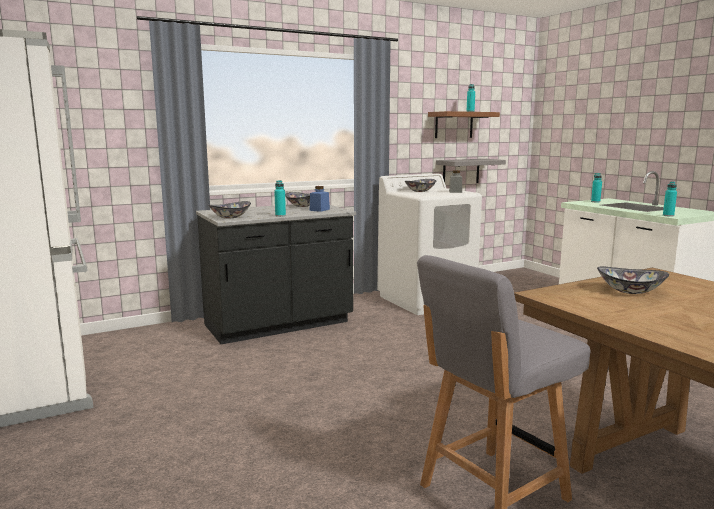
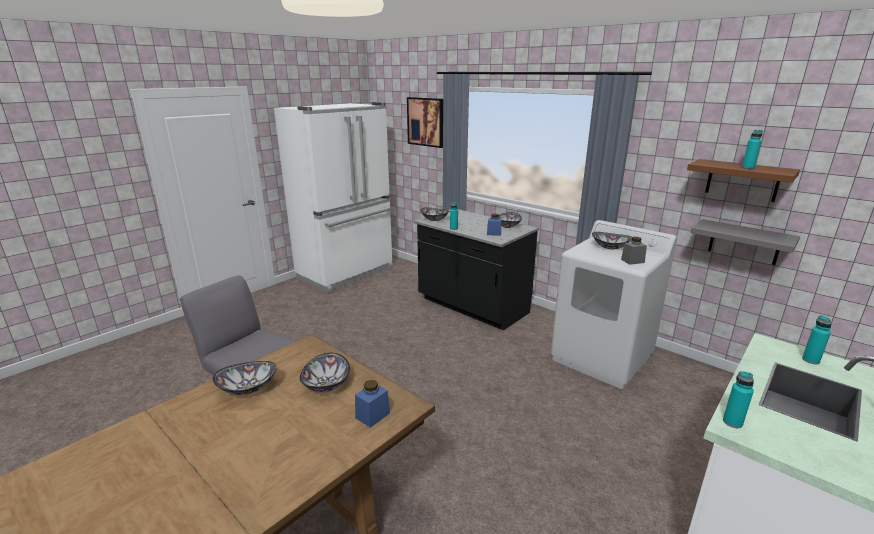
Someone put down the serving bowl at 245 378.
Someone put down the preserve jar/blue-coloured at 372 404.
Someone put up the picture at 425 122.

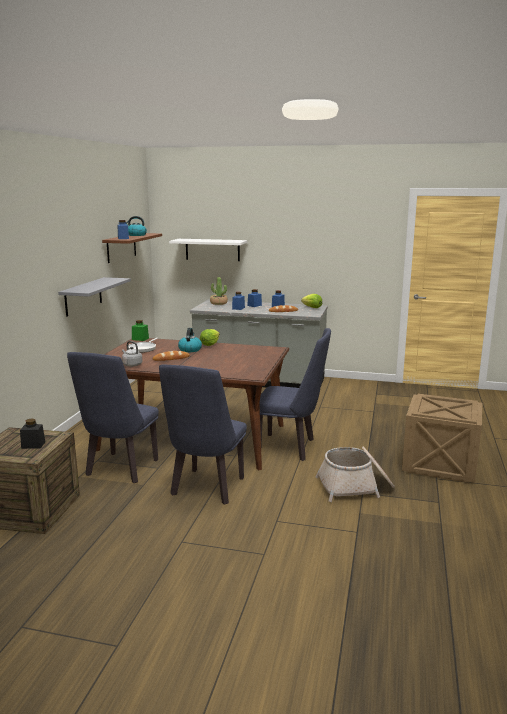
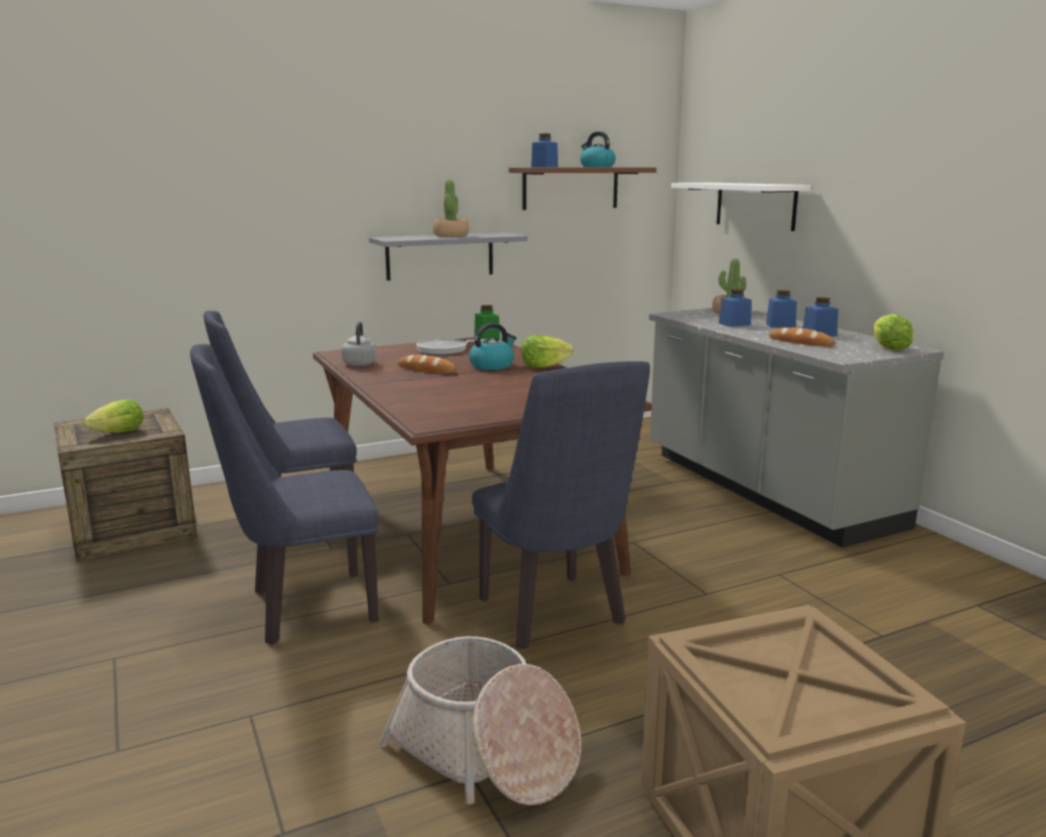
Someone put down the potted plant at 451 208.
Someone swapped the preserve jar/black-coloured at 32 434 for the lettuce head at 113 415.

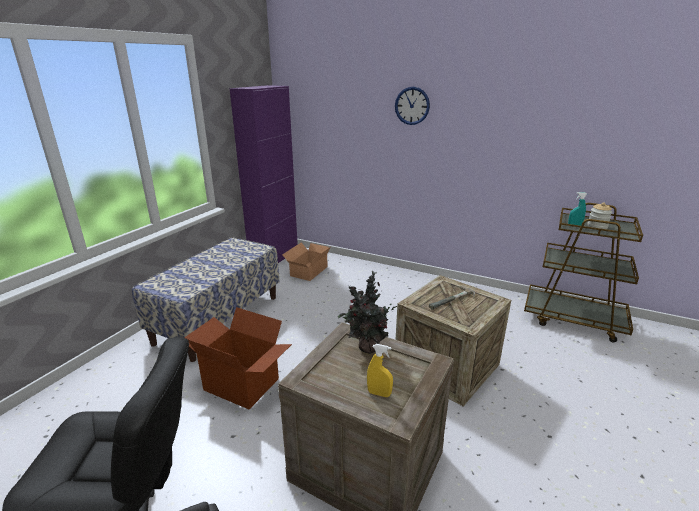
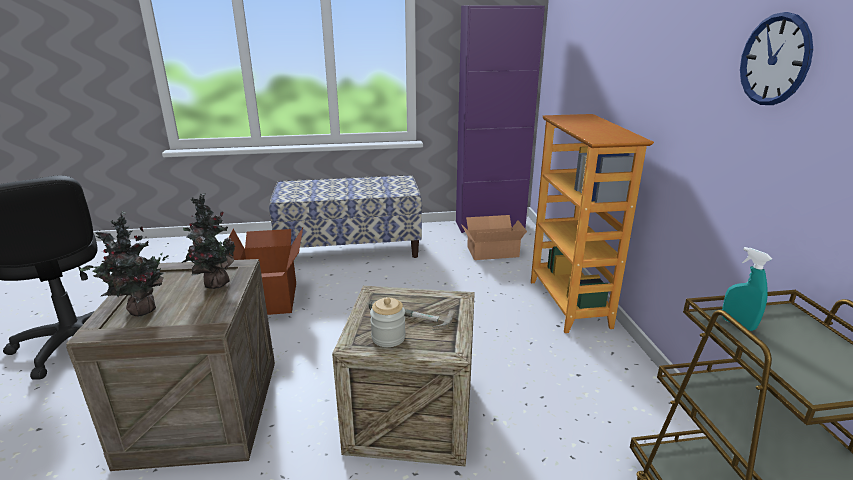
Someone put down the bookcase at 592 223.
Someone carried the wall clock from 412 106 to 776 58.
Someone carried the preserve jar from 600 215 to 388 322.
Someone swapped the hand sprayer/yellow at 380 370 for the potted plant at 124 264.

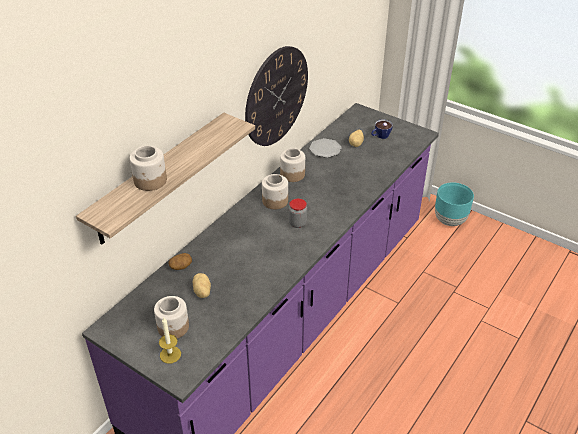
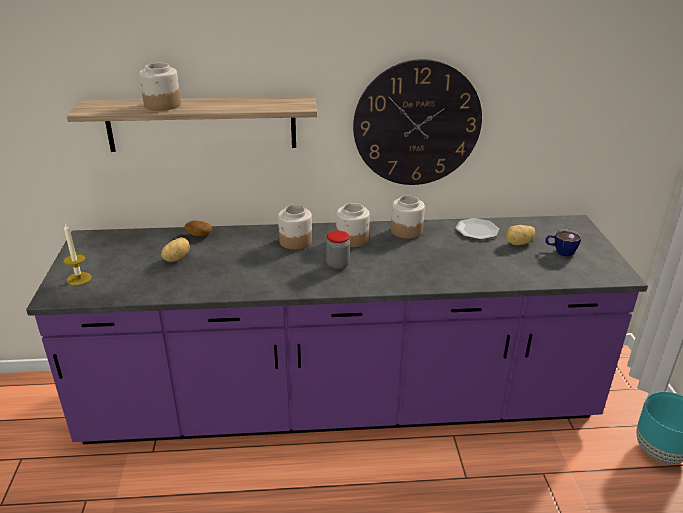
Someone carried the preserve jar from 171 317 to 295 227.

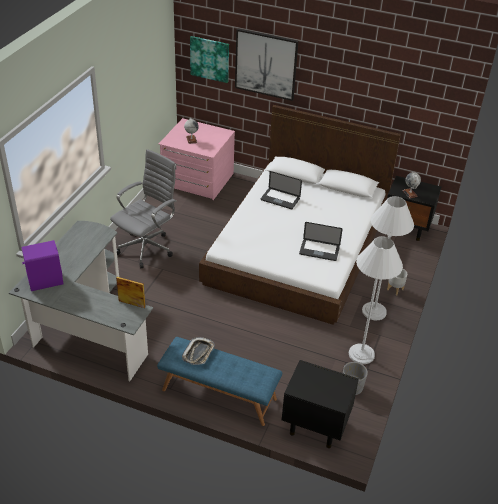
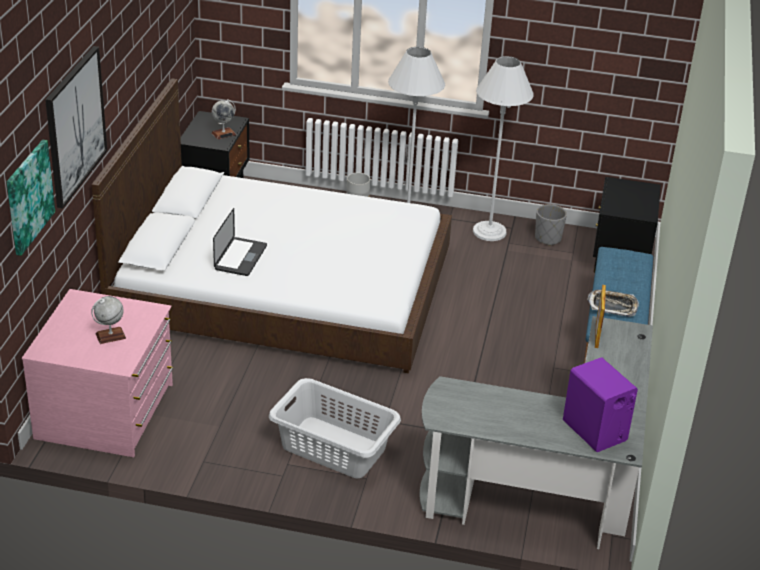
Someone took away the notebook computer at 321 241.
Someone swapped the computer chair/grey at 143 208 for the washing basket/grey at 335 428.

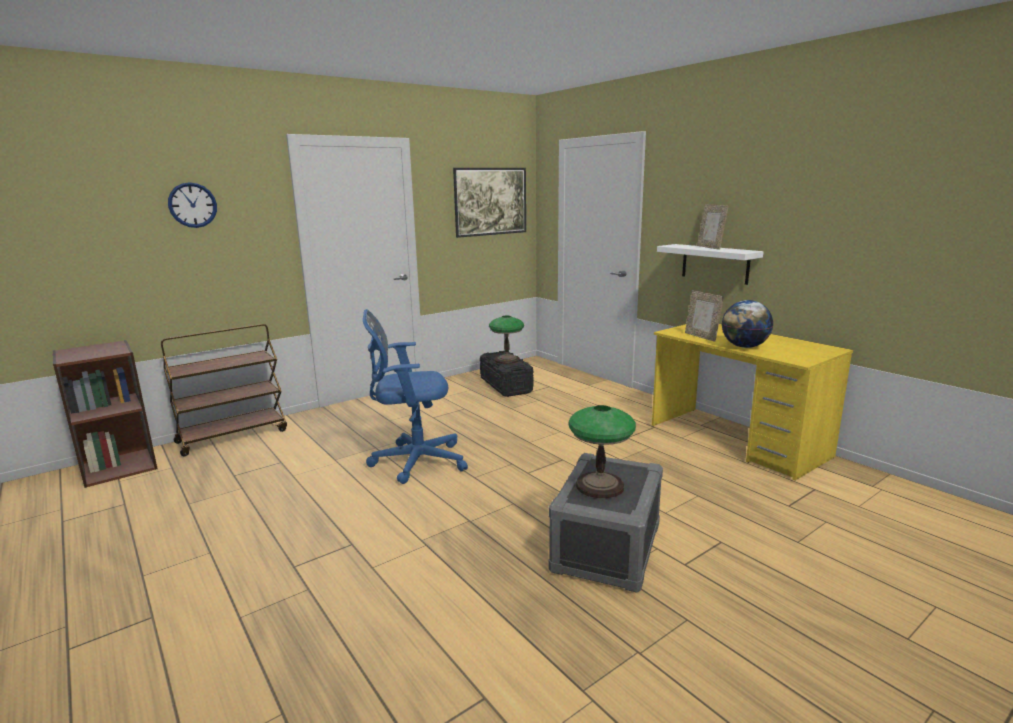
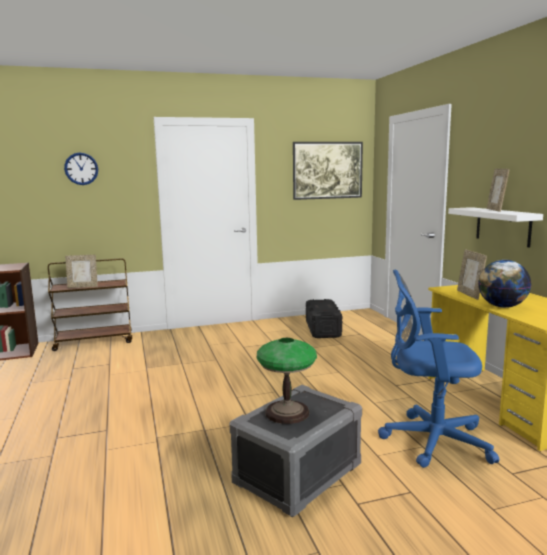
Someone took away the tabletop lamp at 506 339.
Someone put down the standing frame at 81 271.
Someone carried the computer chair/blue-coloured from 415 396 to 438 368.

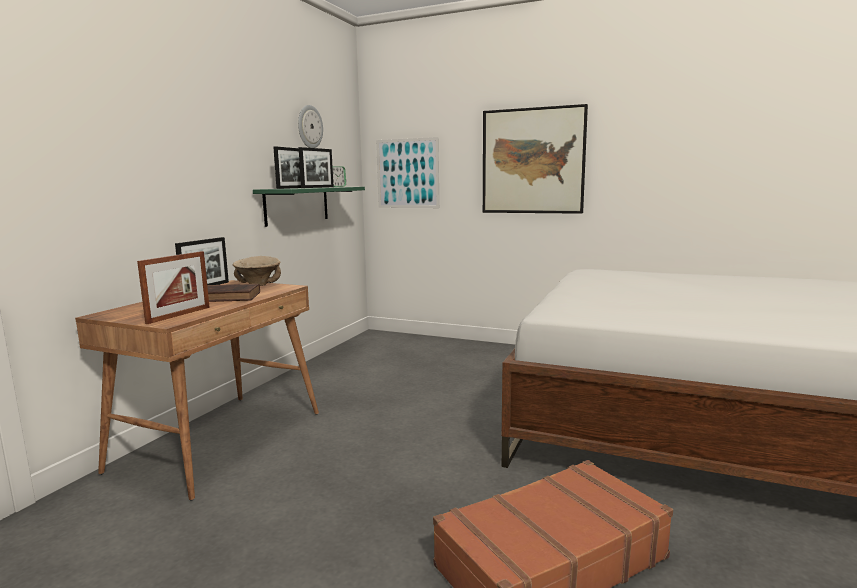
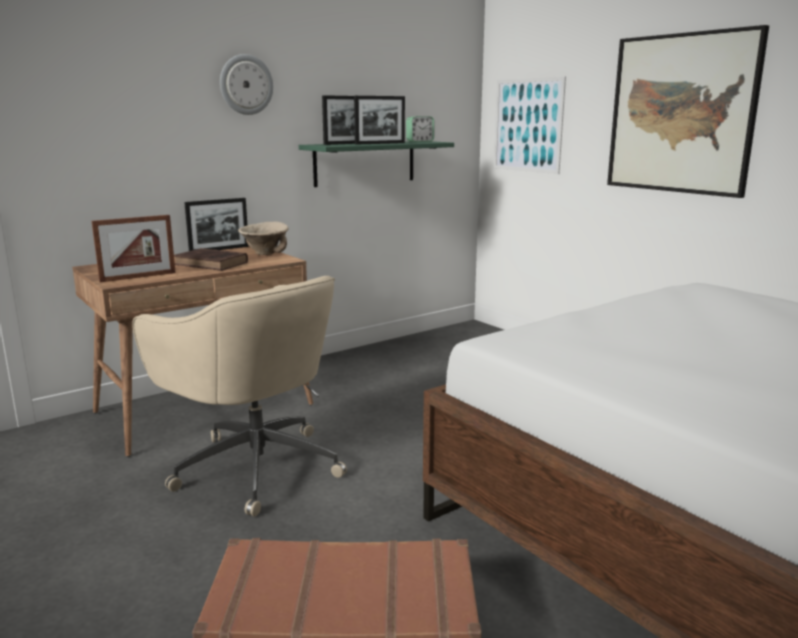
Someone put down the computer chair/beige at 239 396.
Someone carried the wall clock from 310 126 to 246 84.

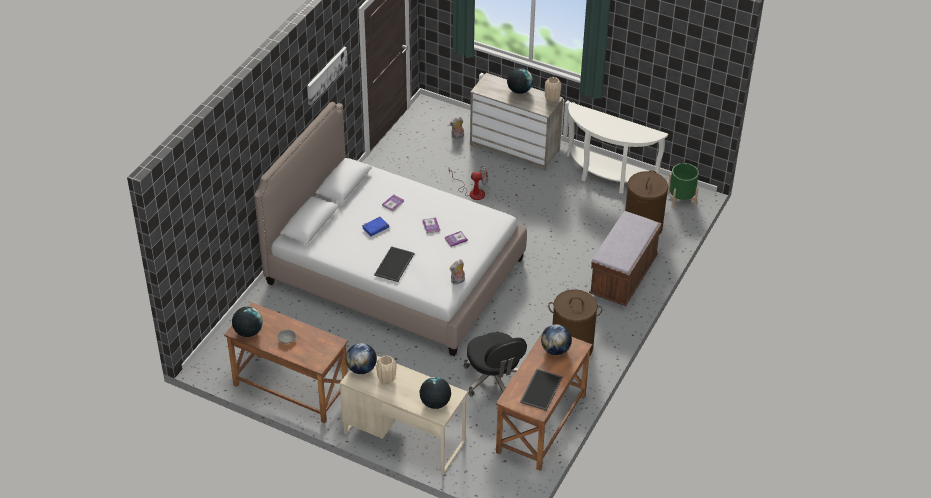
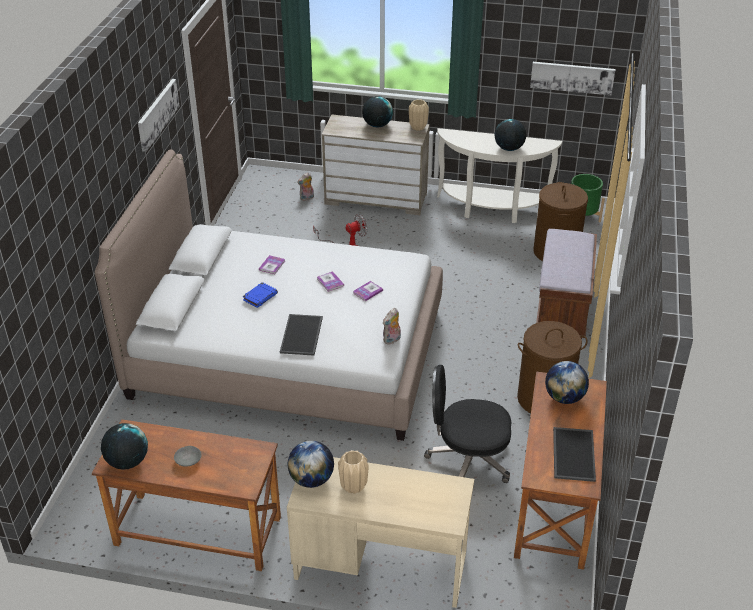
Someone put up the picture at 572 78.
Someone carried the world globe from 435 393 to 510 135.
Someone rotated the computer chair/black-coloured at 495 364 by 135 degrees clockwise.

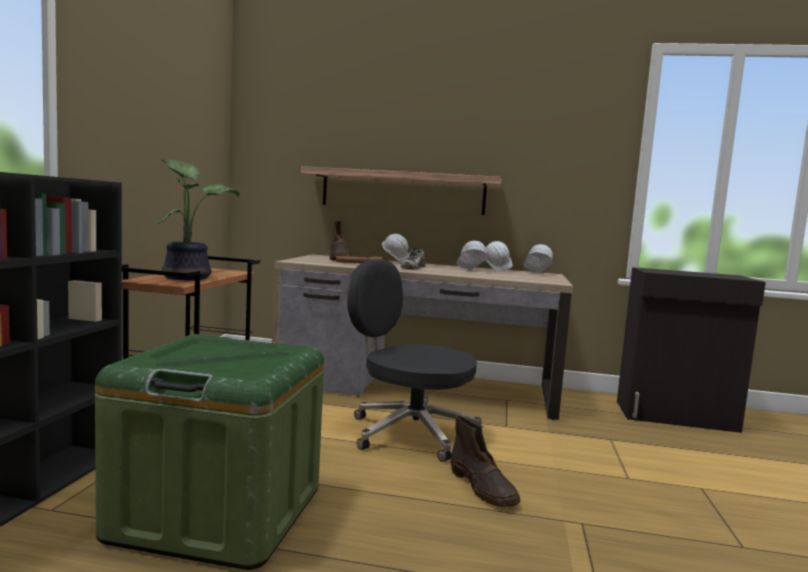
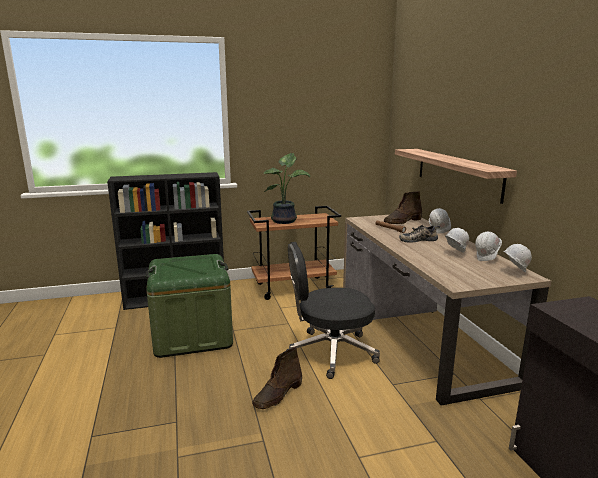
Someone rotated the computer chair/black-coloured at 414 361 by 105 degrees counterclockwise.

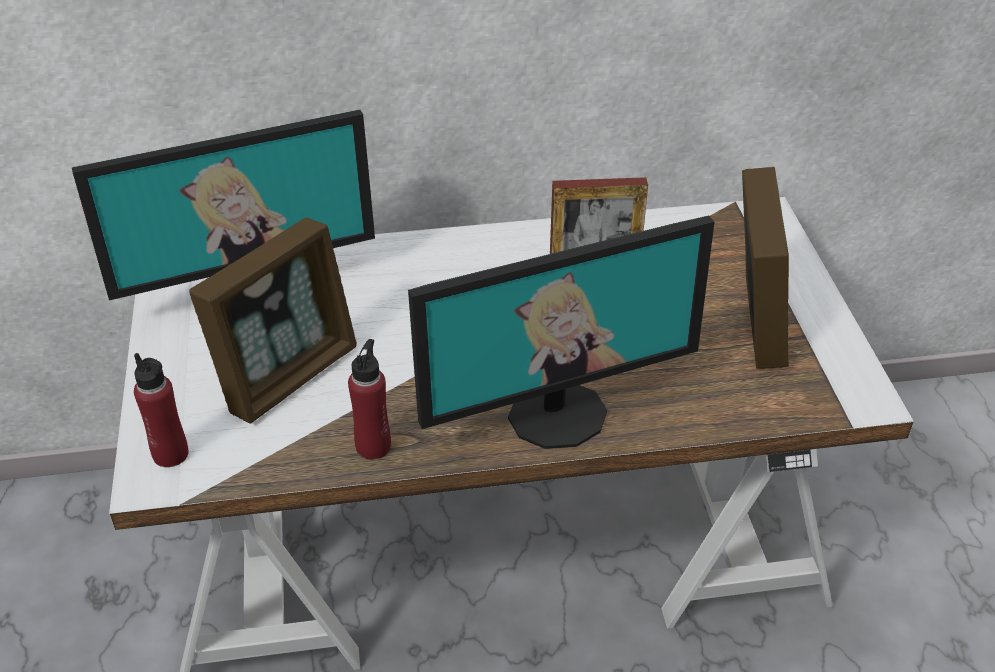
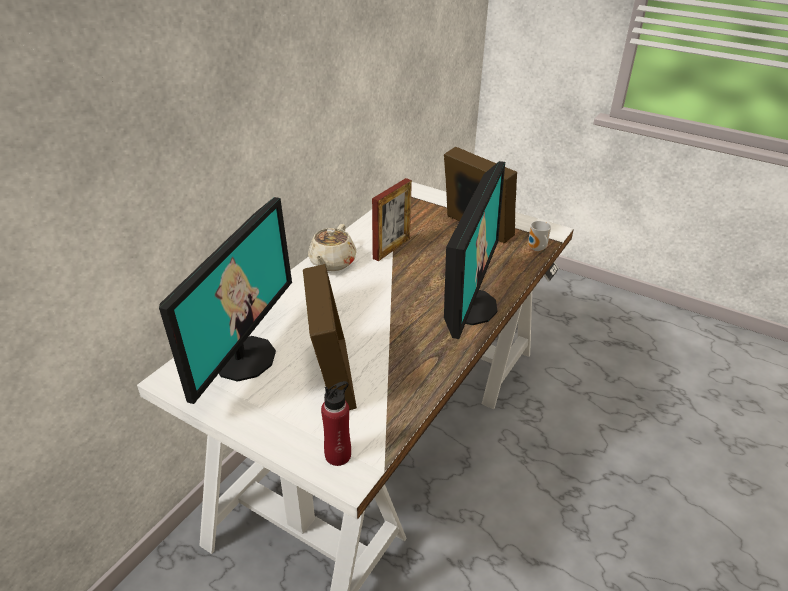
Someone took away the drink bottle/red-coloured at 369 399.
Someone put down the pot for tea/beige at 332 247.
Someone put down the tea mug at 539 236.

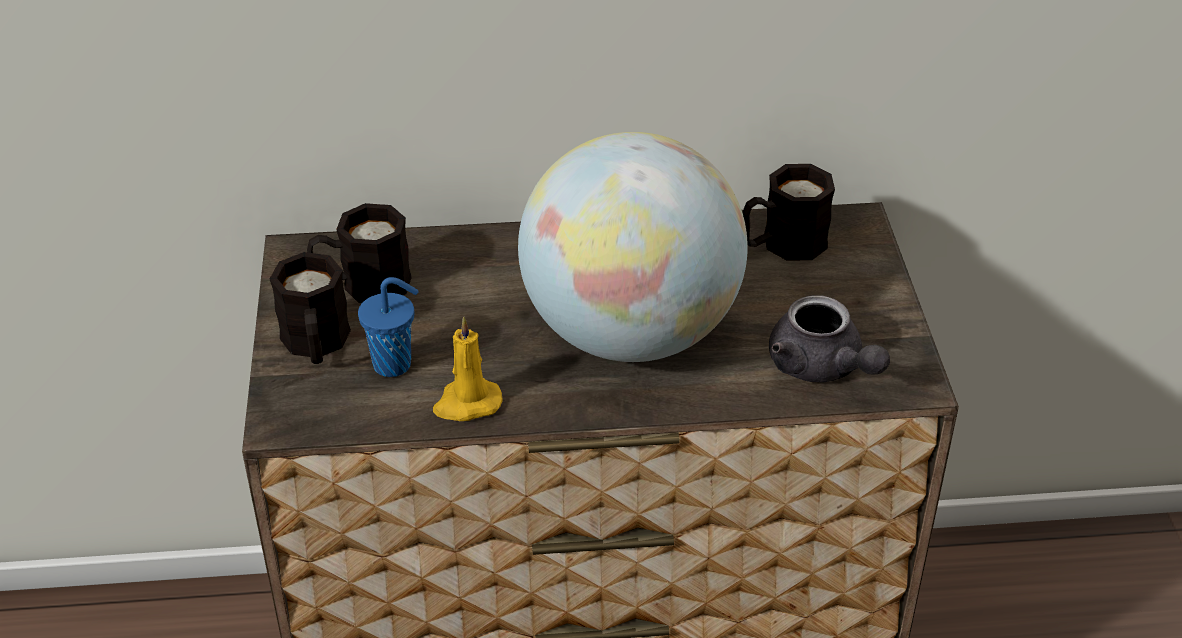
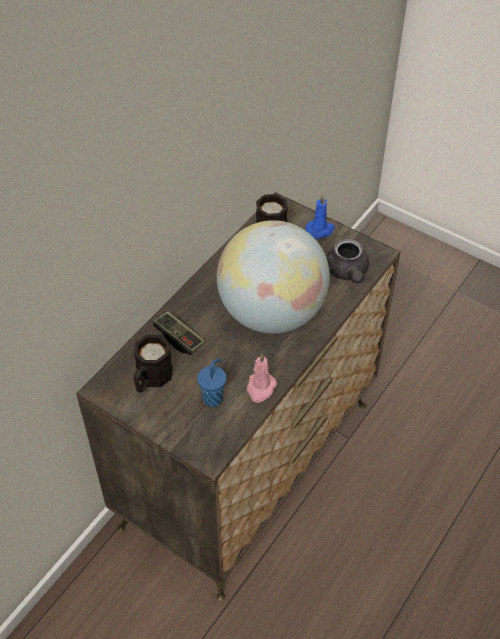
Someone took away the tea mug/black-coloured at 310 308.
Someone put down the game controller at 179 333.
Someone put down the wax light/blue-coloured at 320 216.
Someone repainted the wax light/yellow at 468 368, which became the wax light/pinkish at 262 378.
Someone rotated the pot for tea/grey at 829 338 by 75 degrees clockwise.

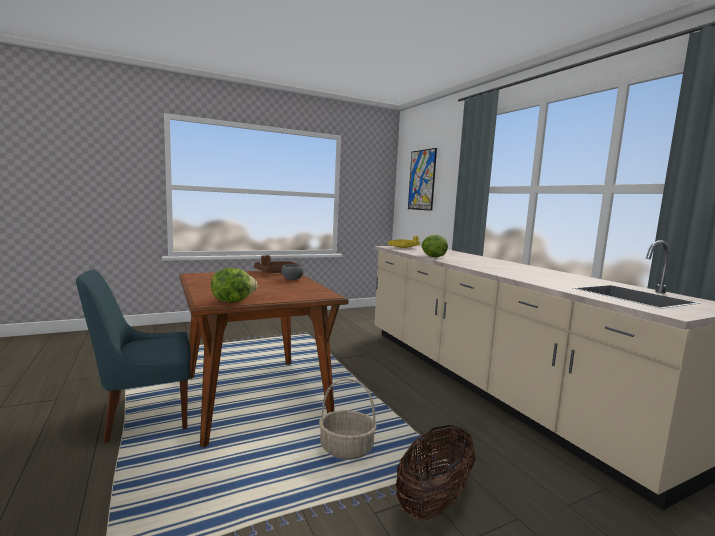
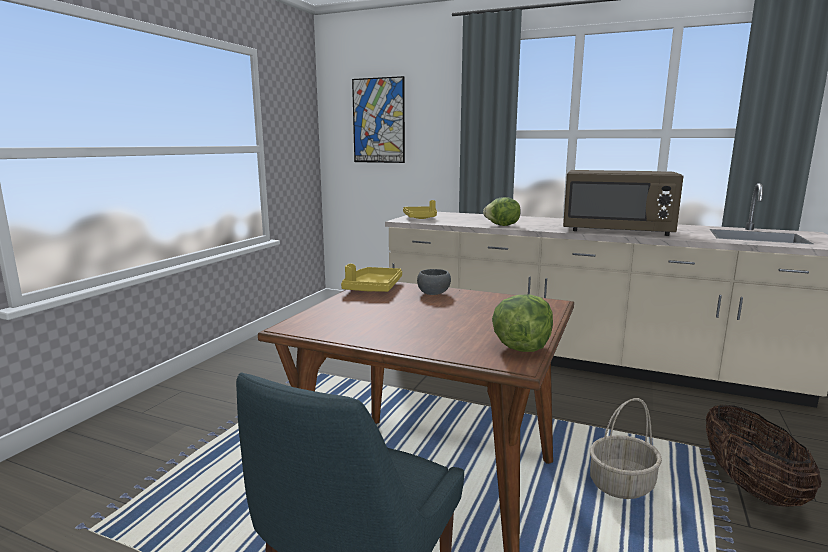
Someone put down the microwave oven/brown-coloured at 623 203.
Someone repainted the carrying tray/brown-coloured at 277 264, which became the carrying tray/yellow at 371 278.

